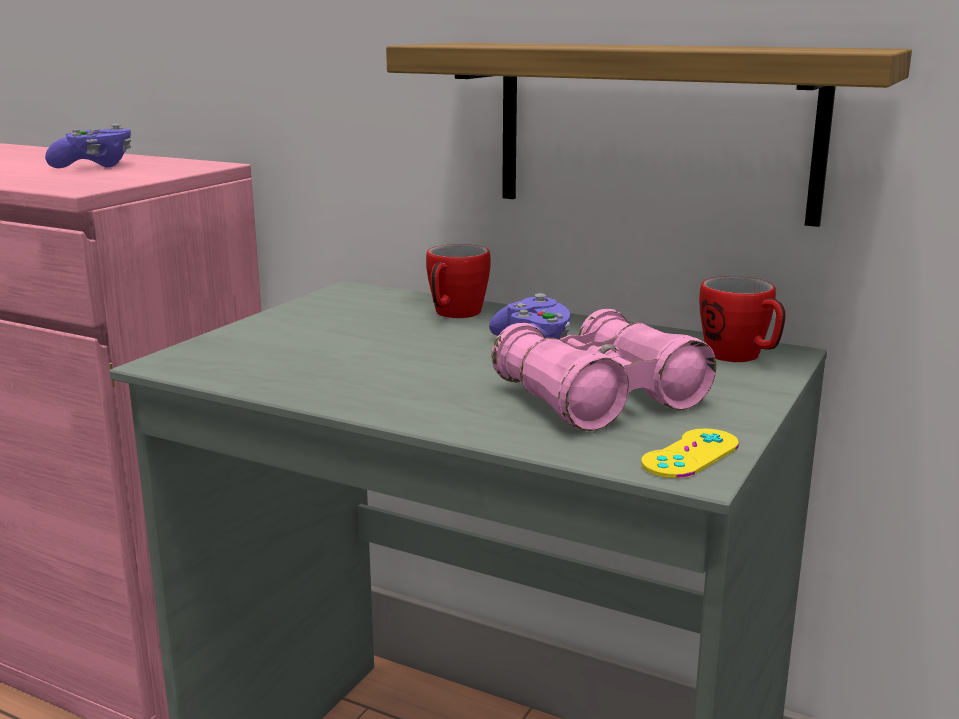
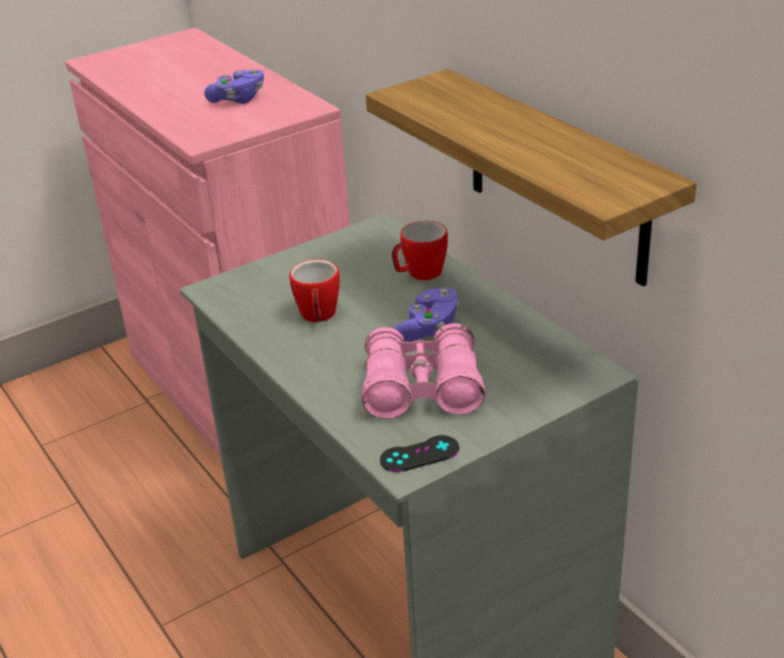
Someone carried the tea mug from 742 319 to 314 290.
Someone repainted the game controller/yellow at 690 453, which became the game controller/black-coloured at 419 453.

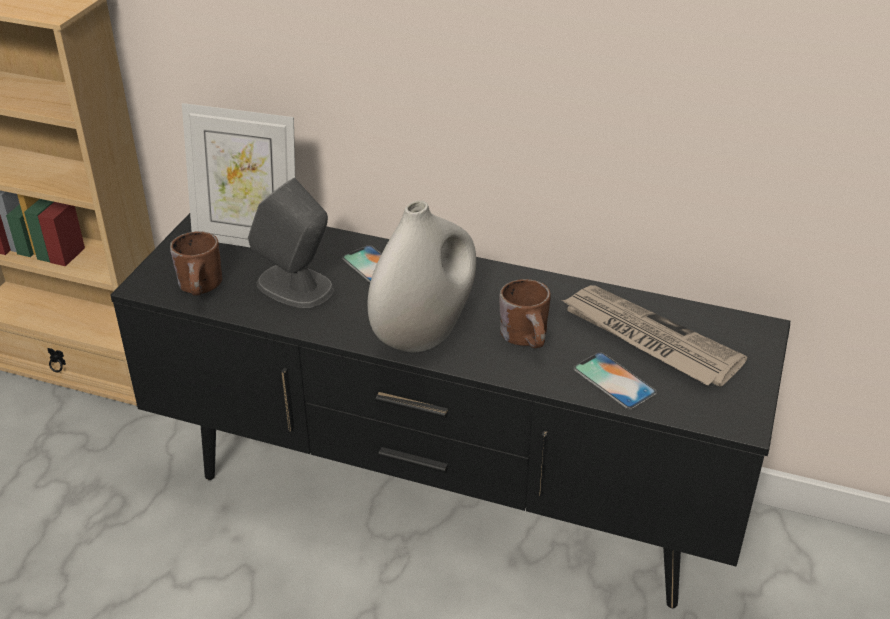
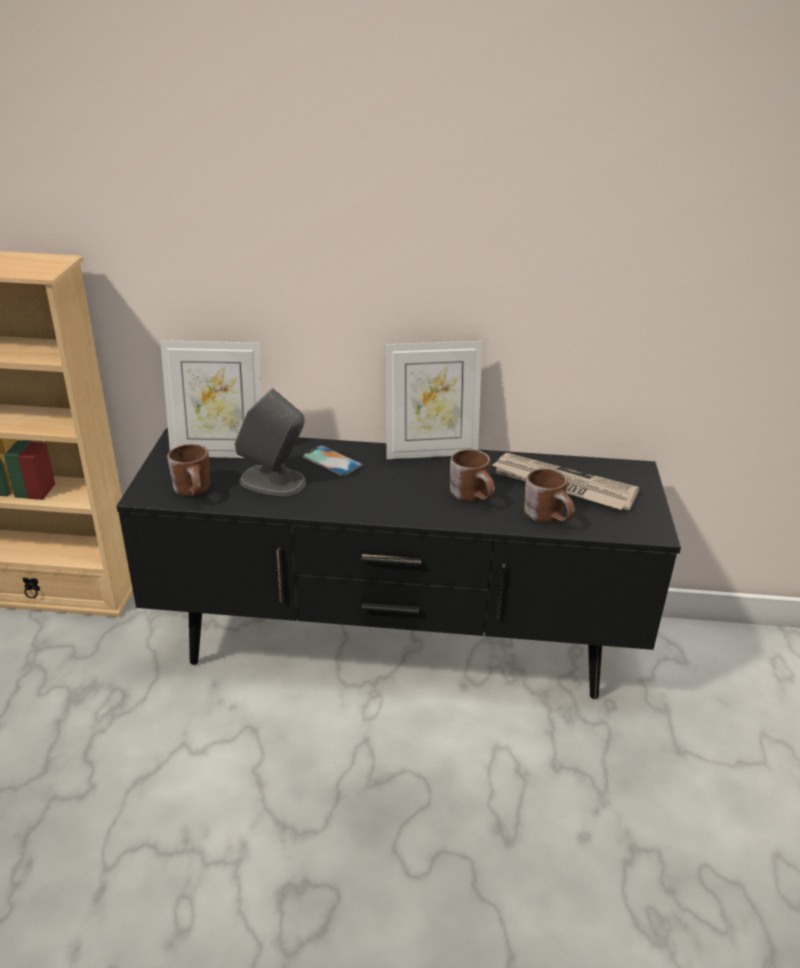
Someone took away the vase/whitish at 422 276.
Someone put down the standing frame at 434 400.
Someone swapped the telephone at 615 380 for the tea mug/brown-coloured at 549 495.

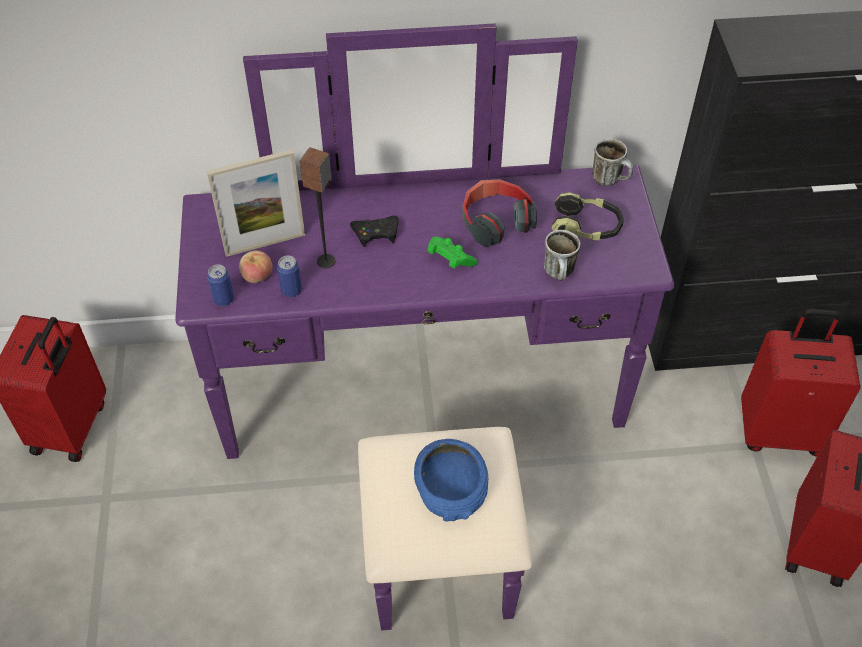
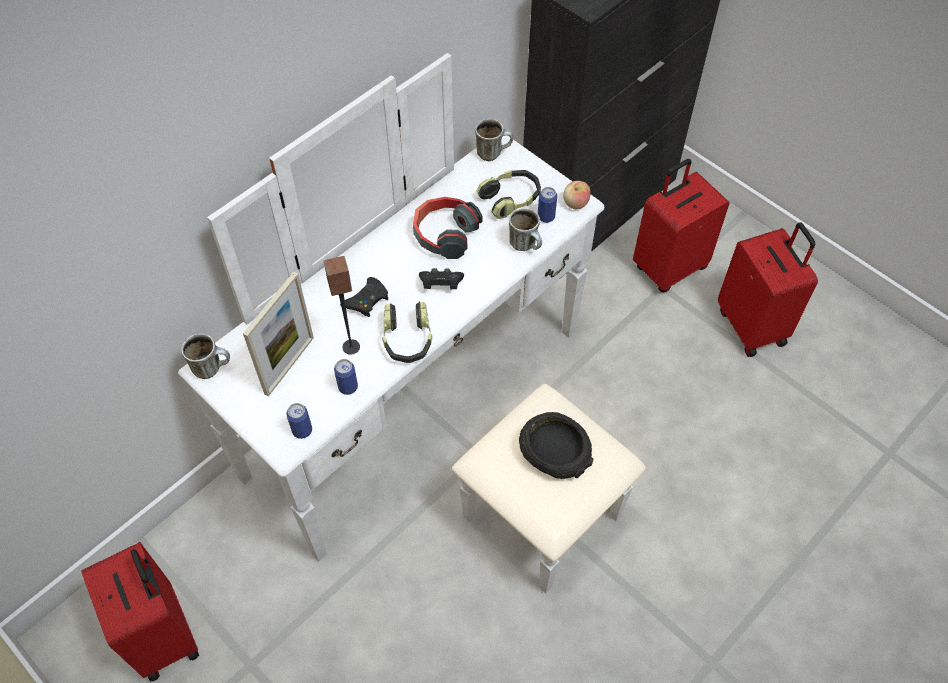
Someone put down the tea mug at 205 356.
Someone put down the pair of headphones at 407 332.
Someone put down the can at 547 205.
Someone carried the apple fruit from 255 266 to 577 195.
Someone repainted the chest of drawers/purplish at 424 326, which became the chest of drawers/whitish at 412 323.
Someone repainted the serving bowl/blue-coloured at 451 480, which became the serving bowl/black-coloured at 556 445.
Someone repainted the game controller/green at 452 253, which became the game controller/black-coloured at 441 278.

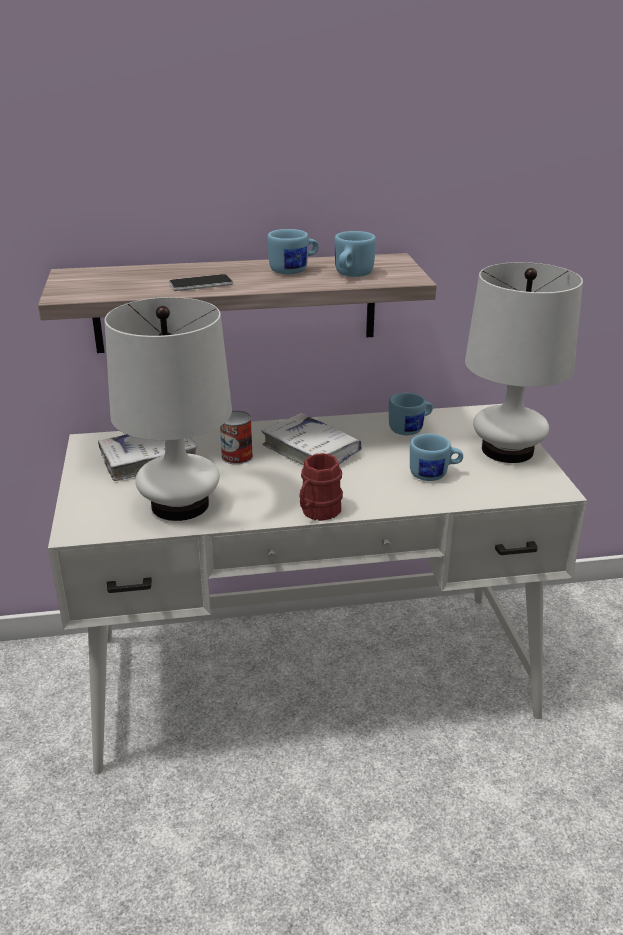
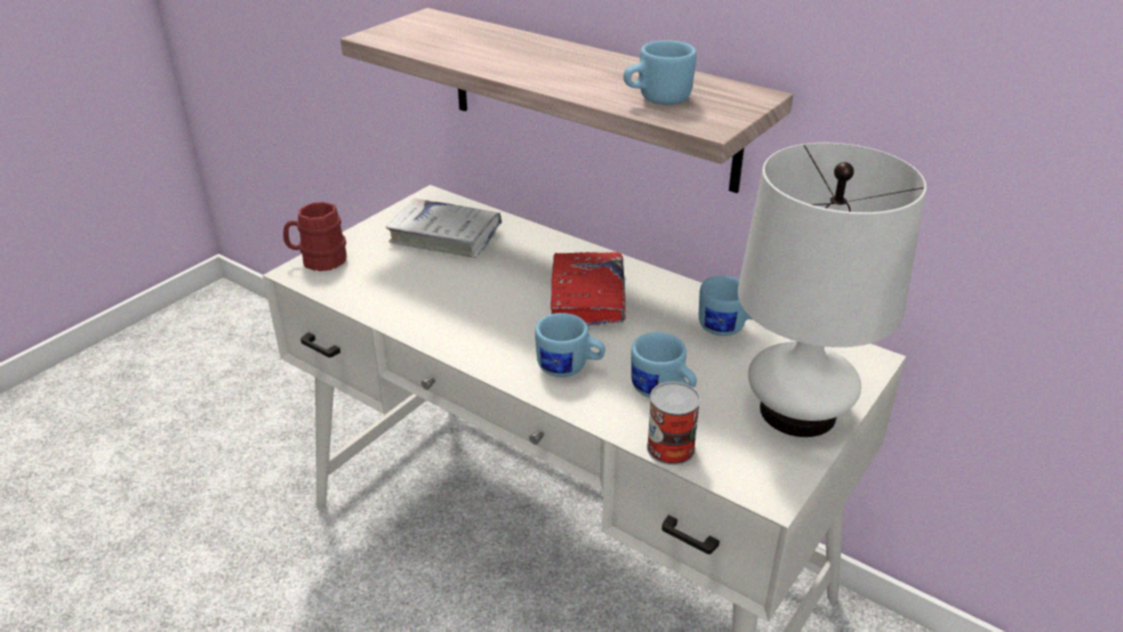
Someone took away the tabletop lamp/whitish at 168 409.
Someone took away the telephone at 201 282.
Someone carried the can from 236 437 to 673 423.
Someone carried the tea mug/blue-coloured from 293 251 to 570 345.
Someone carried the tea mug/red-coloured from 321 487 to 314 236.
Someone repainted the bound book/whitish at 312 439, which became the bound book/red-coloured at 588 289.

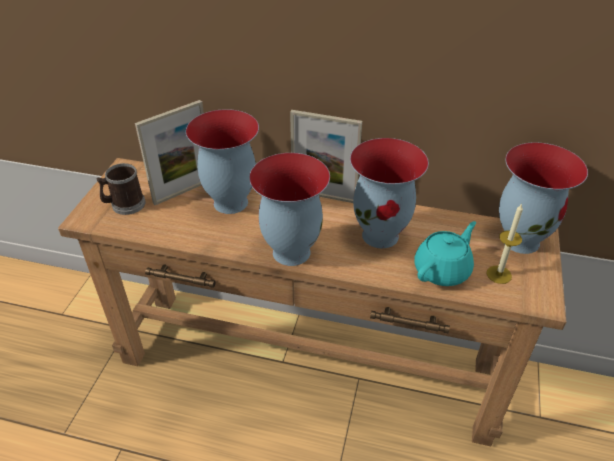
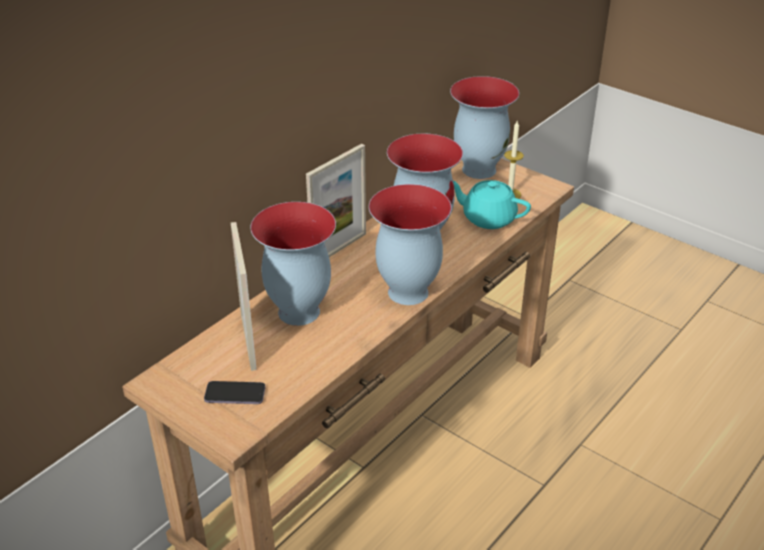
Someone swapped the tea mug at 121 189 for the telephone at 234 392.
Someone rotated the pot for tea/turquoise at 445 253 by 45 degrees counterclockwise.

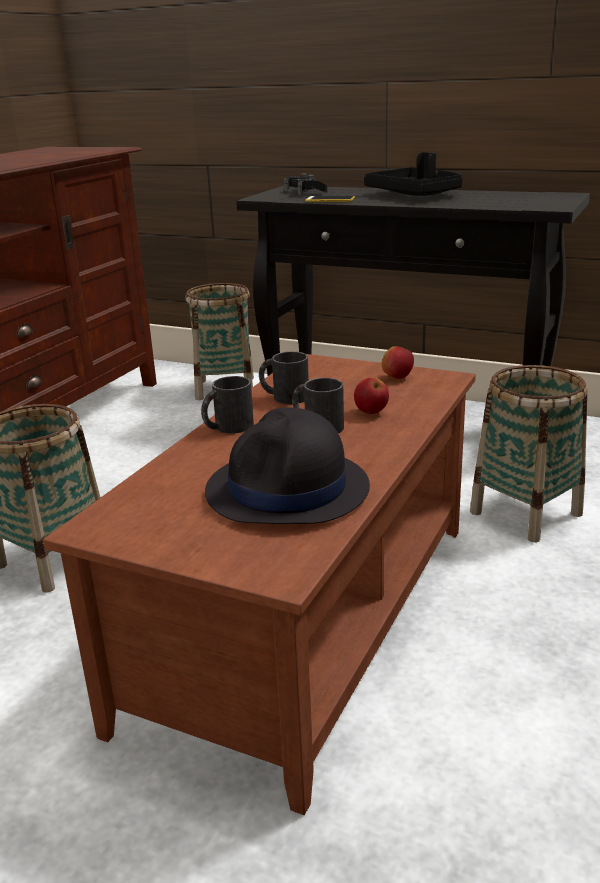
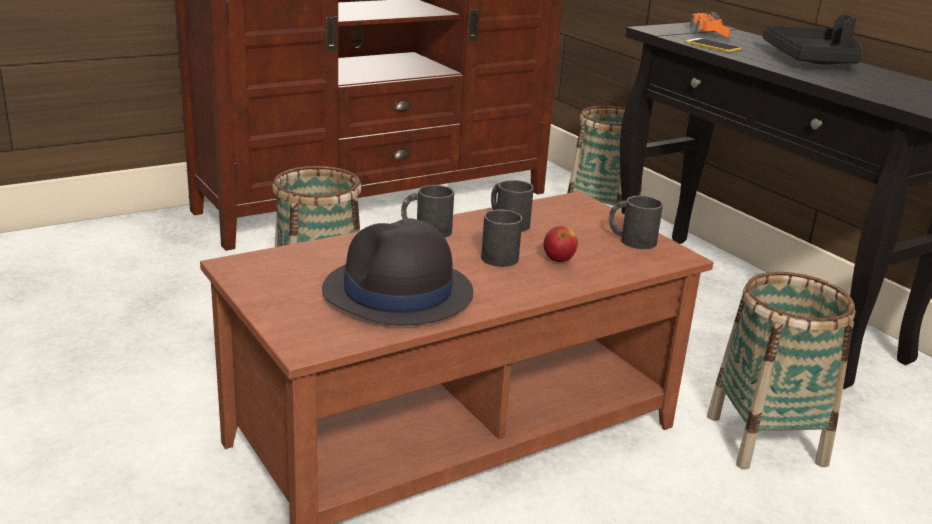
Someone swapped the apple fruit at 398 362 for the tea mug/black-coloured at 636 222.
Someone repainted the game controller/black-coloured at 305 184, which became the game controller/orange at 710 25.

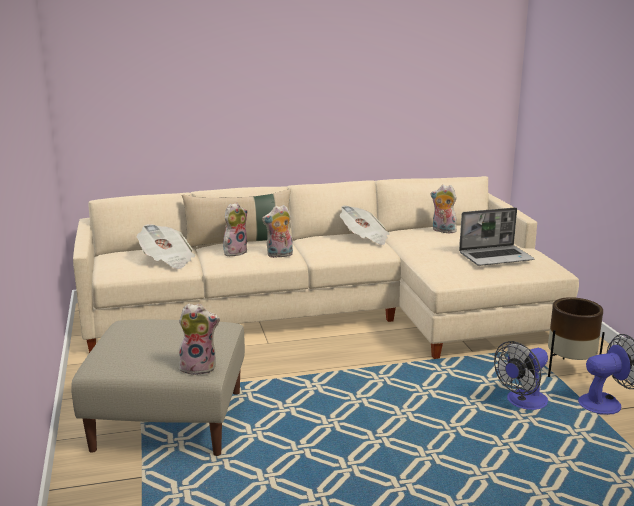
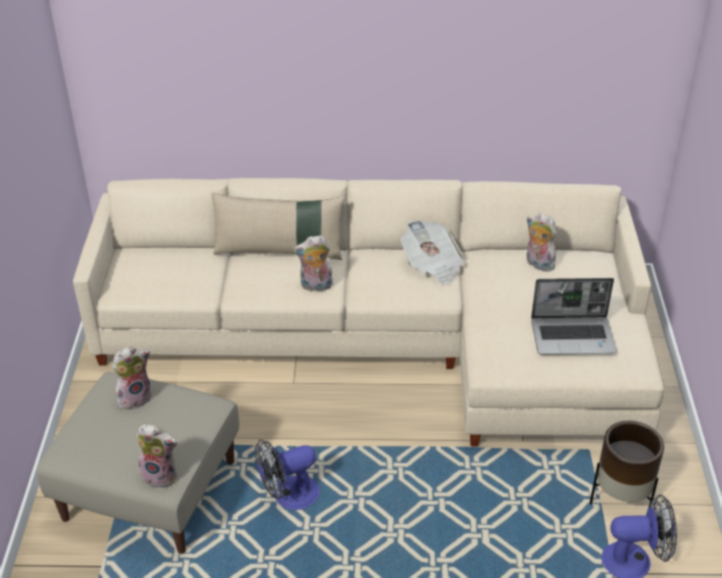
Someone took away the printed paper at 166 246.
Someone carried the cuddly toy from 235 229 to 131 377.
Someone carried the cooling fan from 521 375 to 287 474.

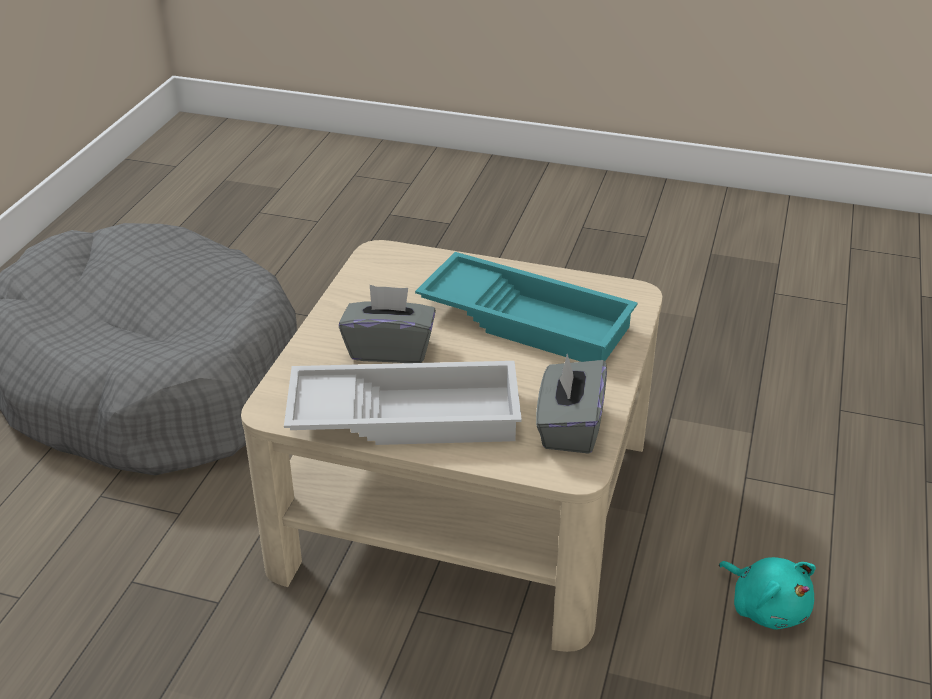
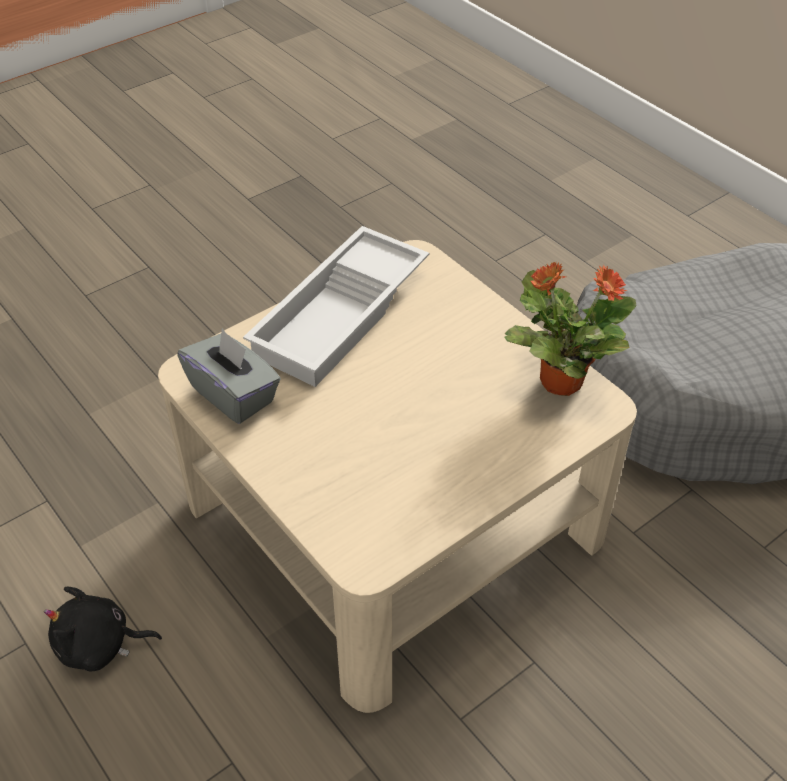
Someone took away the tissue box/grey at 387 324.
Someone took away the carrying tray/turquoise at 526 307.
Someone put down the potted plant at 571 329.
Someone repainted the cuddly toy/turquoise at 767 593, which became the cuddly toy/black-coloured at 103 629.

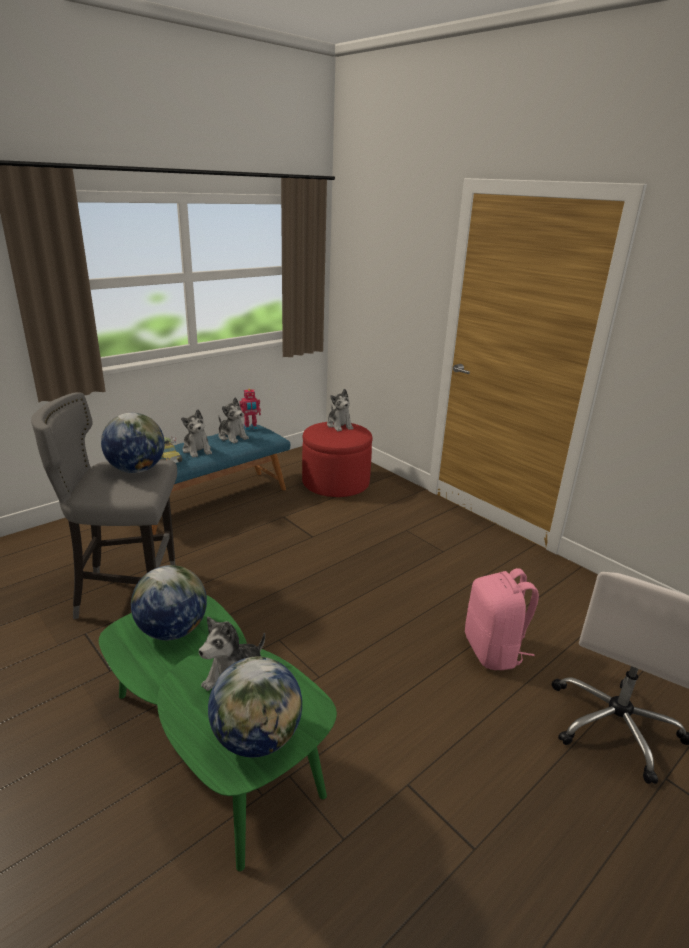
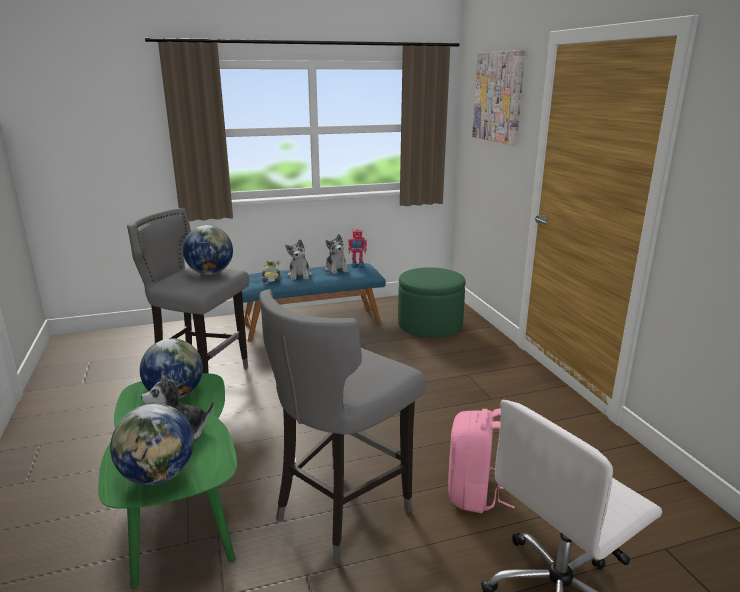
Someone took away the cuddly toy at 340 410.
Someone put down the stool/grey at 342 426.
Someone put up the picture at 498 97.
Someone repainted the ottoman/red-coloured at 337 459, which became the ottoman/green at 432 302.

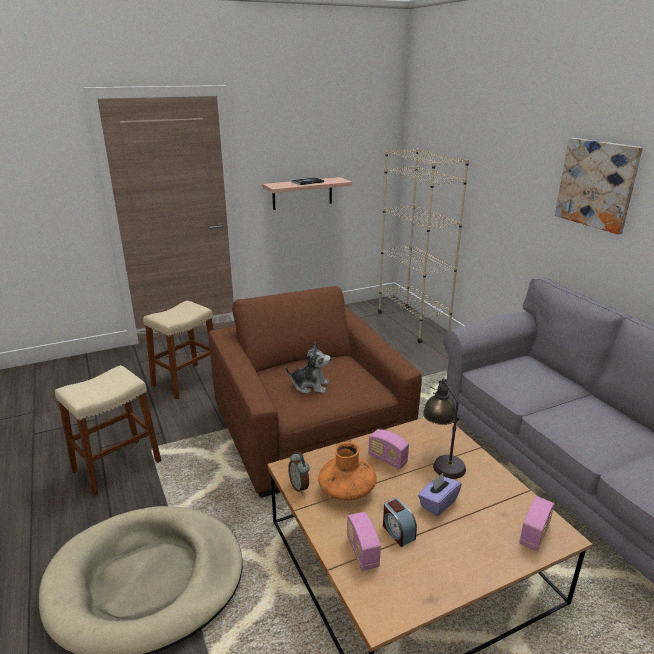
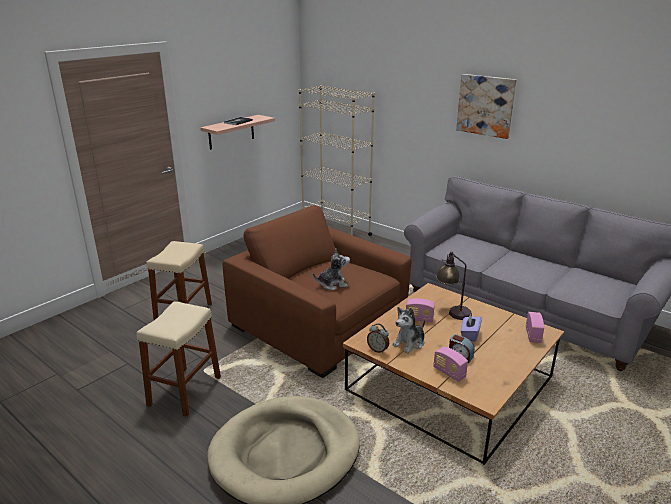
Someone swapped the vase/orange at 347 471 for the cuddly toy at 408 330.

